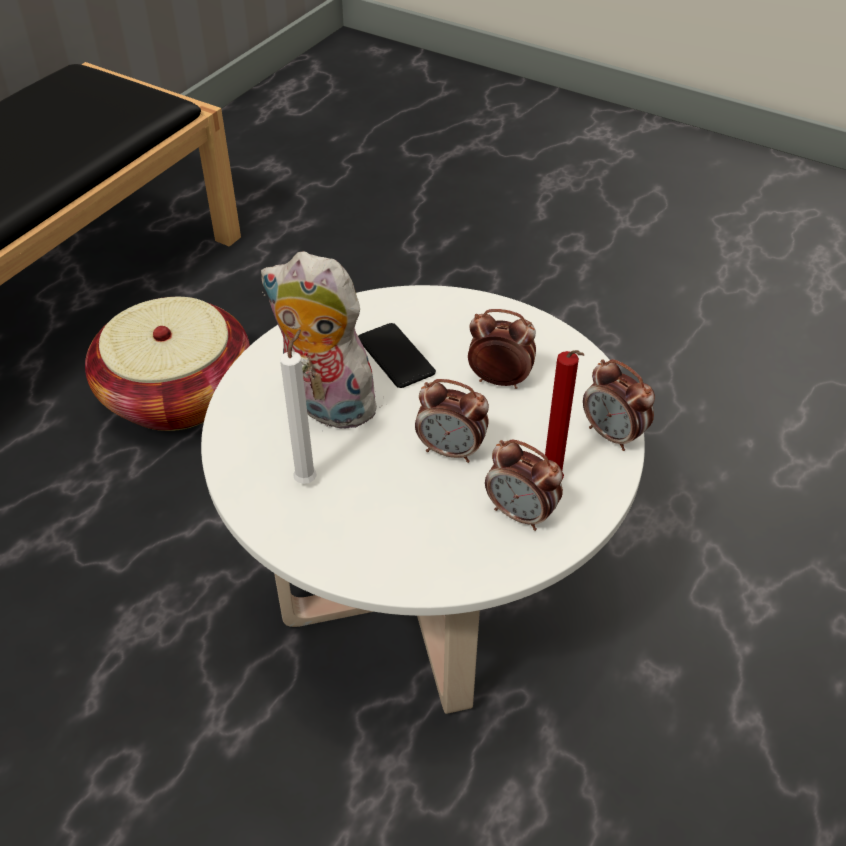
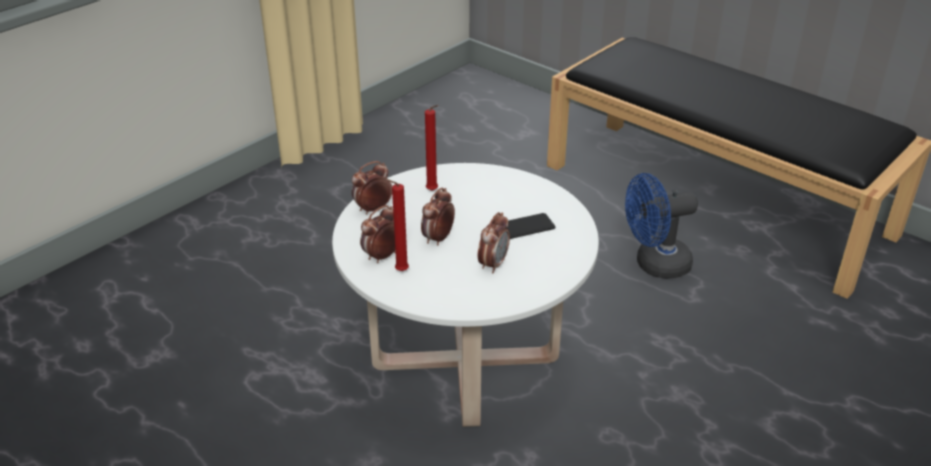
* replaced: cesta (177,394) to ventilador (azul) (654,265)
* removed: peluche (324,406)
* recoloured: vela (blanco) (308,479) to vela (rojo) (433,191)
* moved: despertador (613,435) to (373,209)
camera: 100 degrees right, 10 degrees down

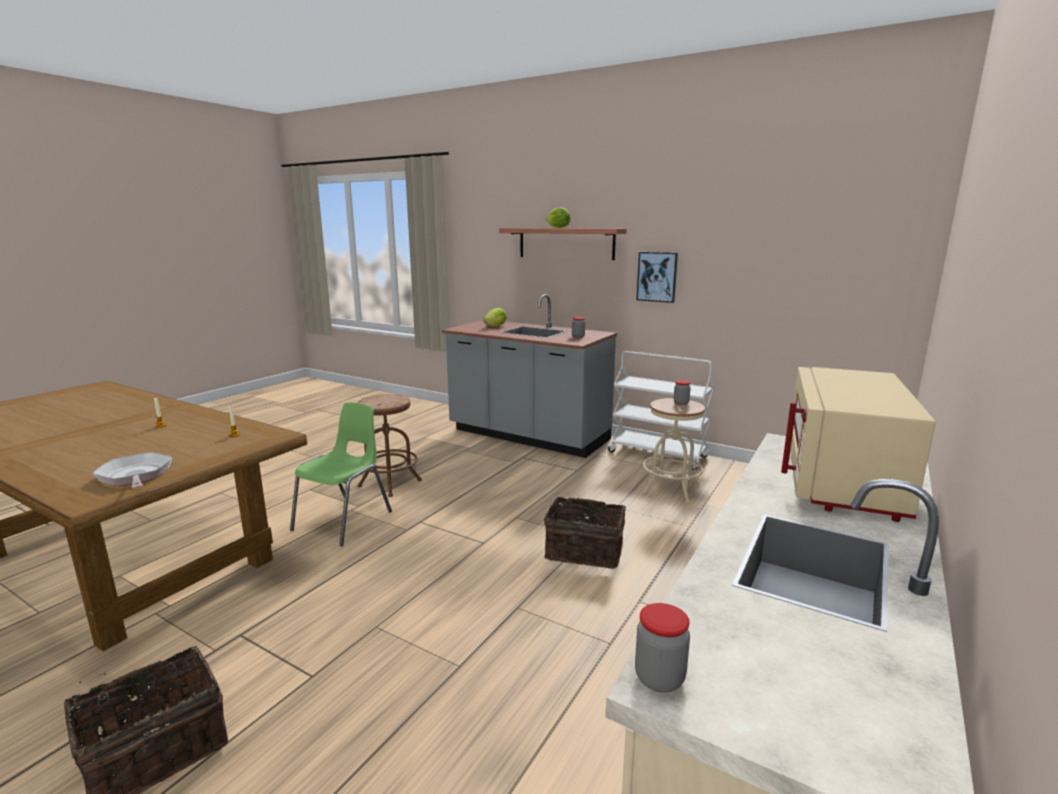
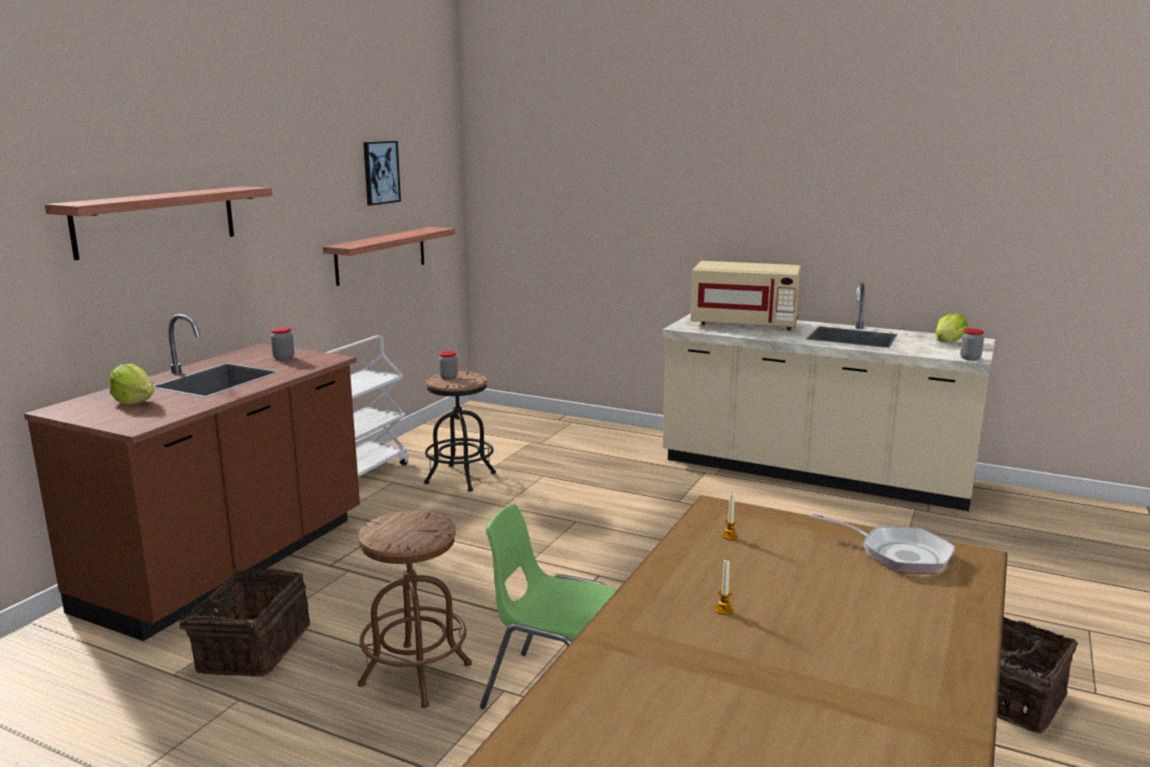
* turned: sartén (135,476) = (898,554) 105 degrees counterclockwise
* recoloured: mueble bajo de cocina (gris) (528,436) to mueble bajo de cocina (marrón) (229,564)
* moved: cesta (585,551) to (251,649)
* moved: lechuga (557,228) to (949,342)
* moved: cuadro (657,276) to (380,172)
* recoloured: taburete (beis) (671,490) to taburete (negro) (460,478)
* added: estante (381,255)
camera: 95 degrees left, 0 degrees up

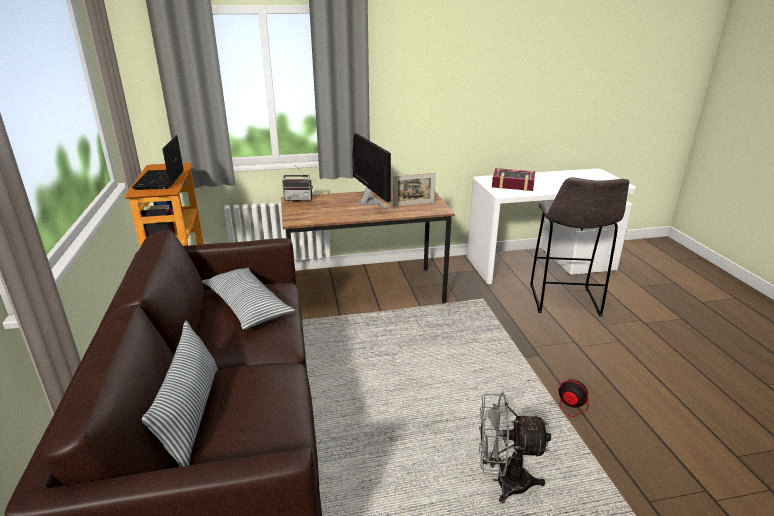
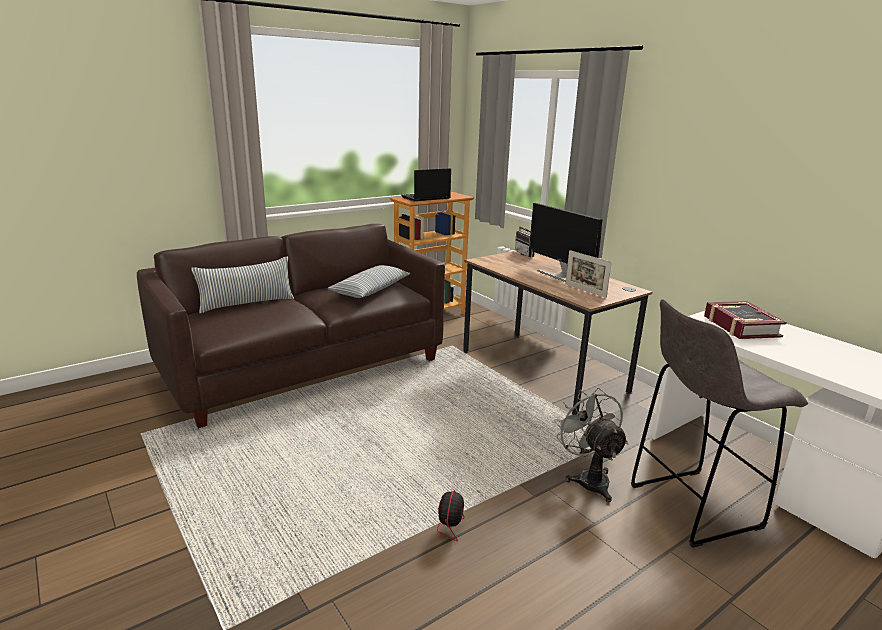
* turned: monitor (370,203) = (559,275) 105 degrees clockwise
* moved: ventilador (gris) (503,481) to (588,478)
camera: 65 degrees right, 5 degrees down

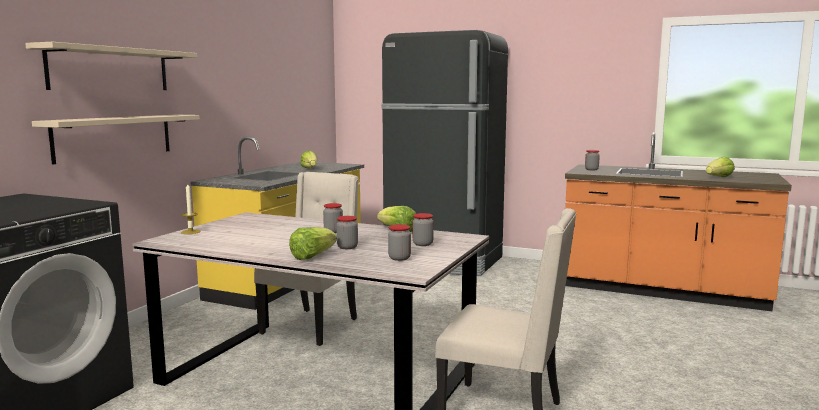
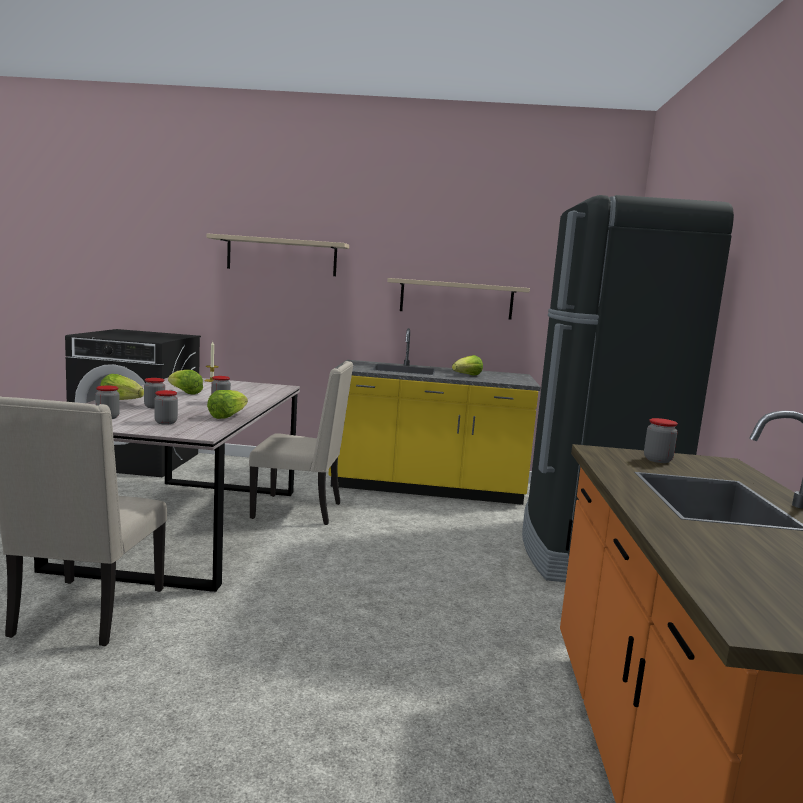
* moved: estante (beis) (114,137) to (456,299)
* moved: lechuga (718,177) to (185,392)
camera: 70 degrees right, 0 degrees up

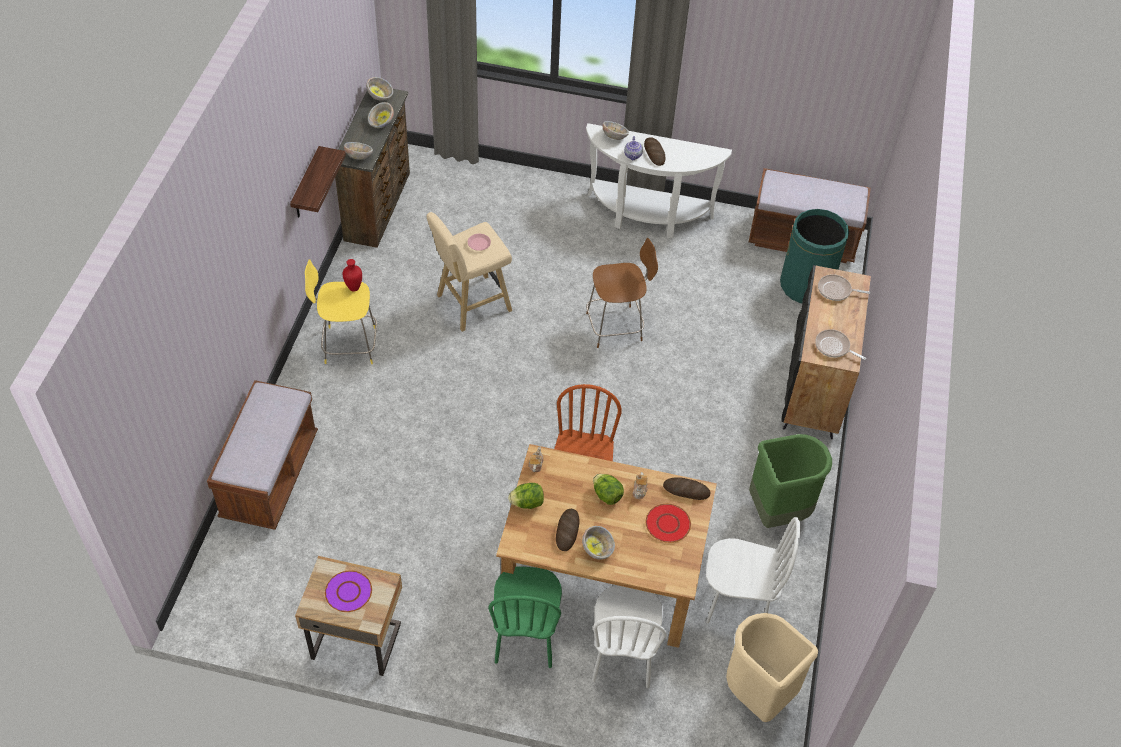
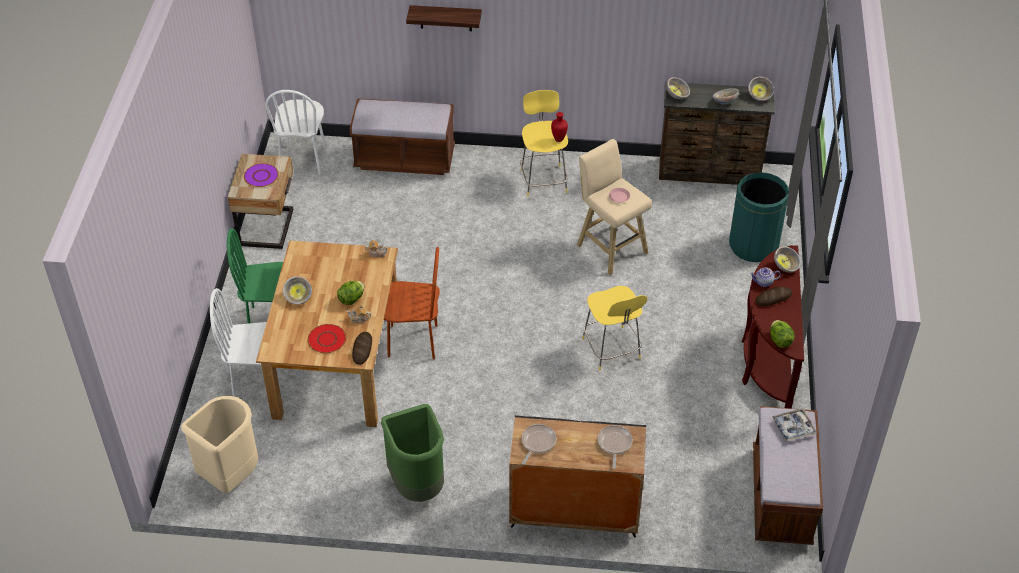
* moved: estante (306,185) to (445,18)
* moved: lechuga (527,503) to (780,340)
* removed: pan (567,531)
* recoloured: mesa consola (blanco) (647,216) to mesa consola (marrón) (767,362)
* recoloured: taburete (marrón) (616,326) to taburete (amarillo) (612,350)
* moved: silla (blanco) (737,605) to (303,159)
* moved: papelera (verde) (806,286) to (753,245)
* added: bandeja (793,428)
camera: 85 degrees right, 5 degrees down

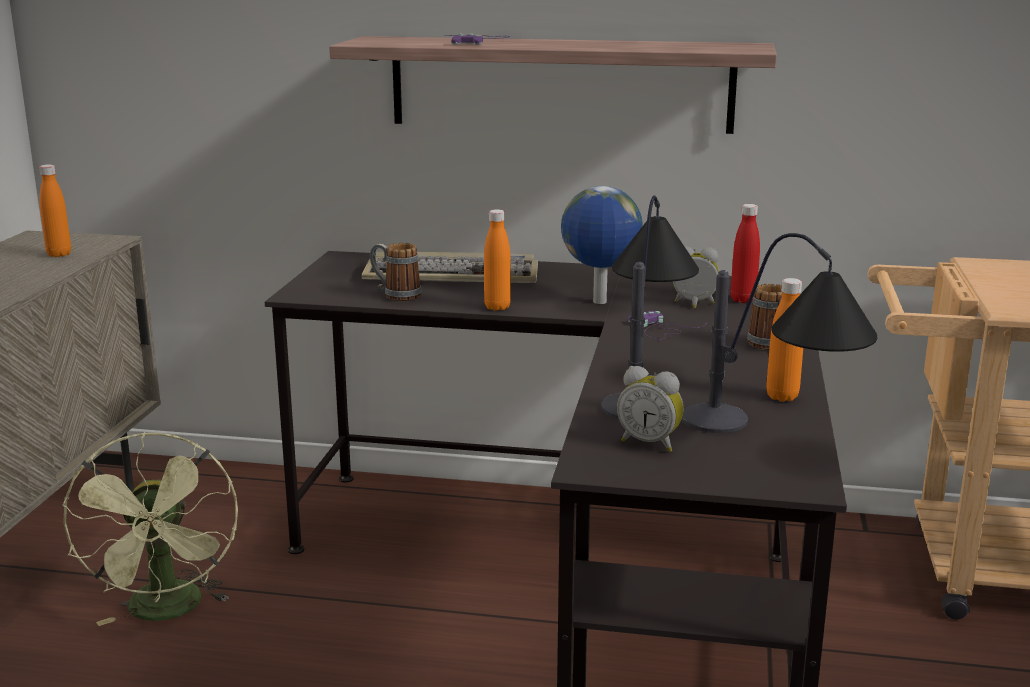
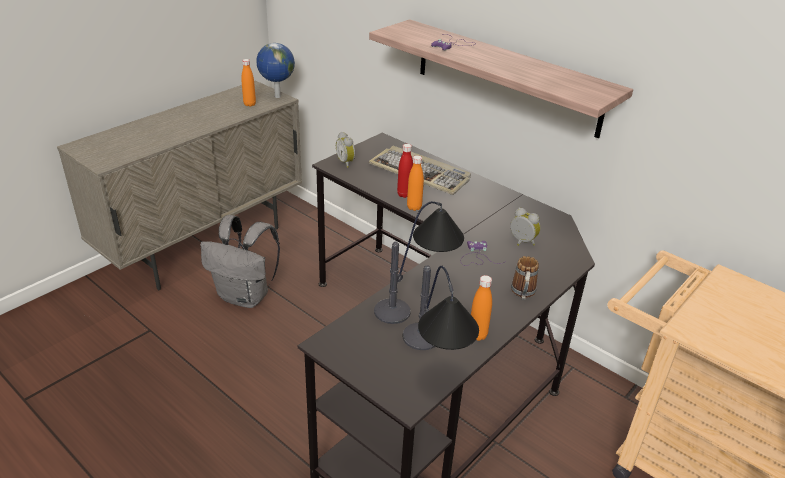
* replaced: ventilador (verde) (168,612) to mochila (gris) (246,296)
* removed: taza grande (395,295)
* moved: globo terráqueo (599,302) to (277,97)
* moved: despertador (650,443) to (346,162)
* moved: botella (rojo) (743,300) to (404,194)
camera: 30 degrees right, 15 degrees up

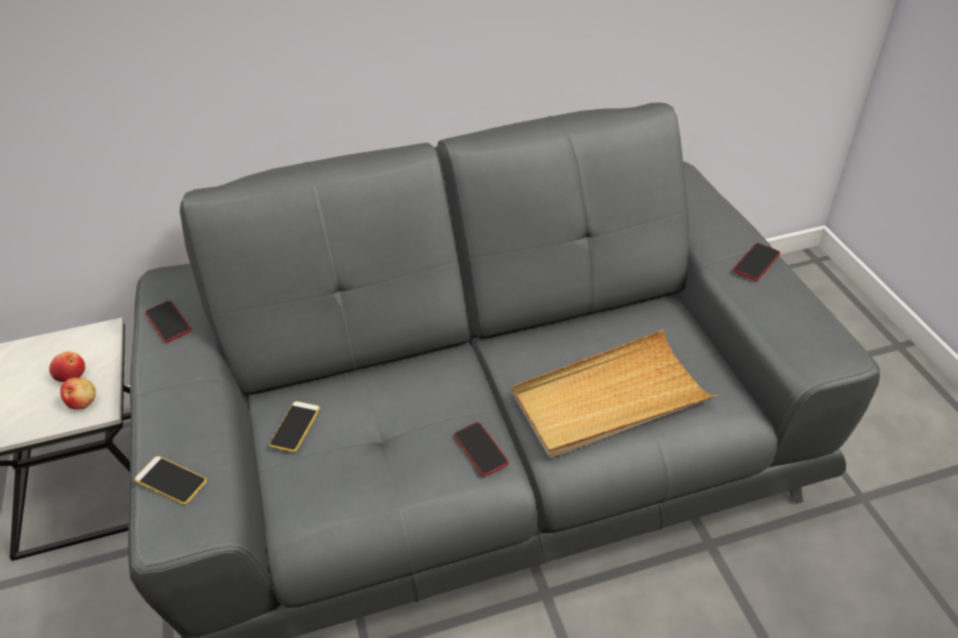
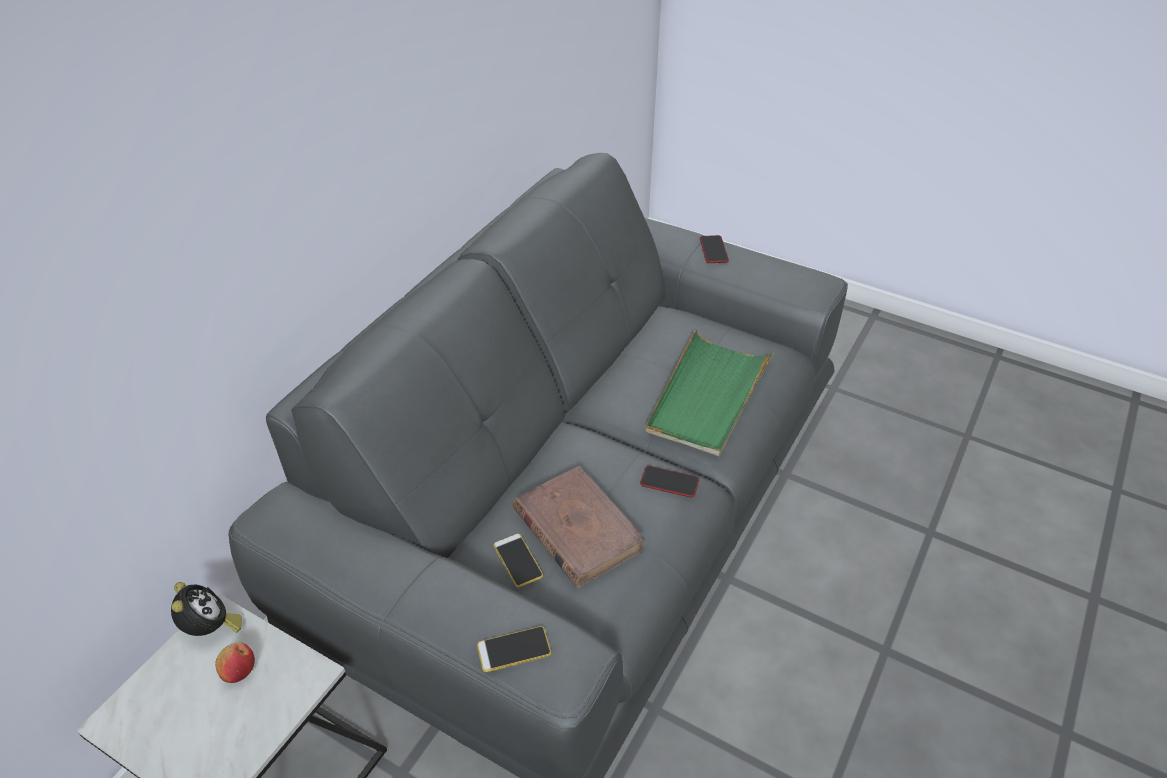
* removed: manzana (83,401)
* removed: móvil (168,322)
* recoloured: bandeja (beis) (609,399) to bandeja (verde) (708,396)
* added: despertador (211,629)
* added: libro (marrón) (577,529)
camera: 45 degrees left, 0 degrees up

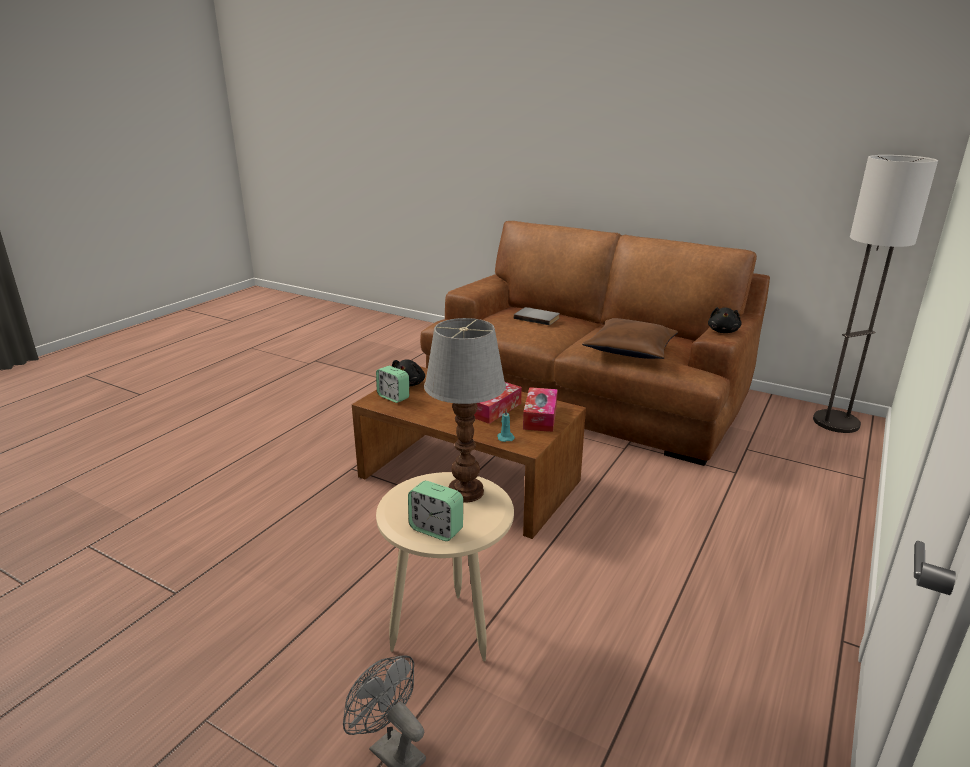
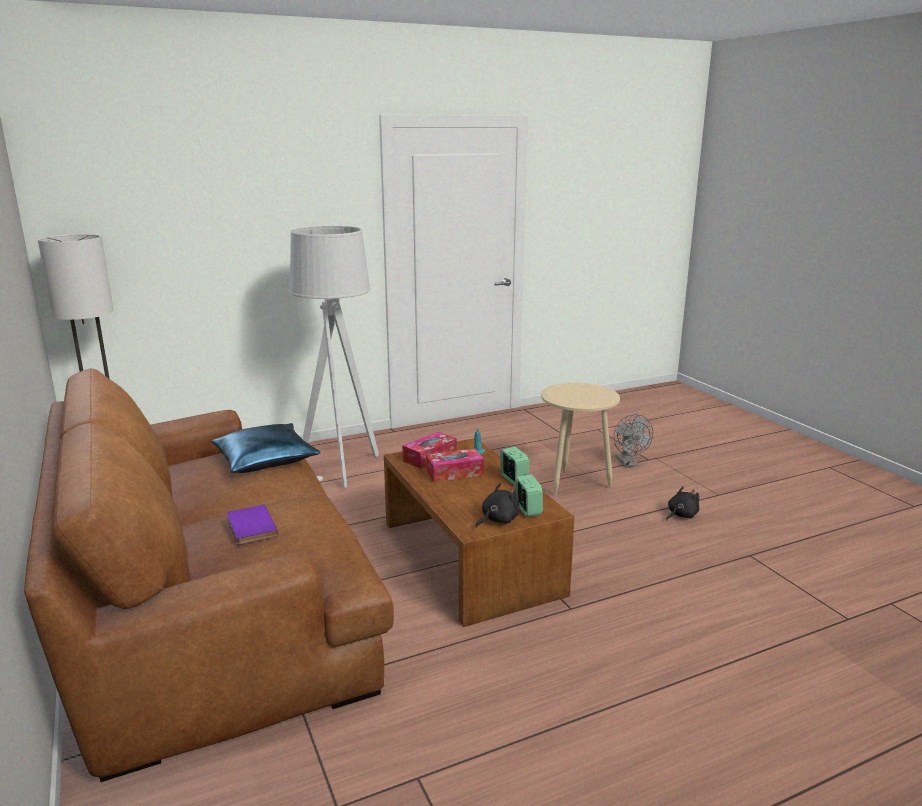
* moved: despertador (436,529) to (514,479)
* removed: lámpara de mesa (467,491)
* recoloured: libro (gris) (537,317) to libro (morado) (249,527)
* recoloured: cojín (marrón) (631,349) to cojín (azul) (265,459)
* moved: peluche (negro) (723,331) to (681,515)
* added: lámpara de pie (gris) (340,468)
camera: 145 degrees left, 5 degrees down

